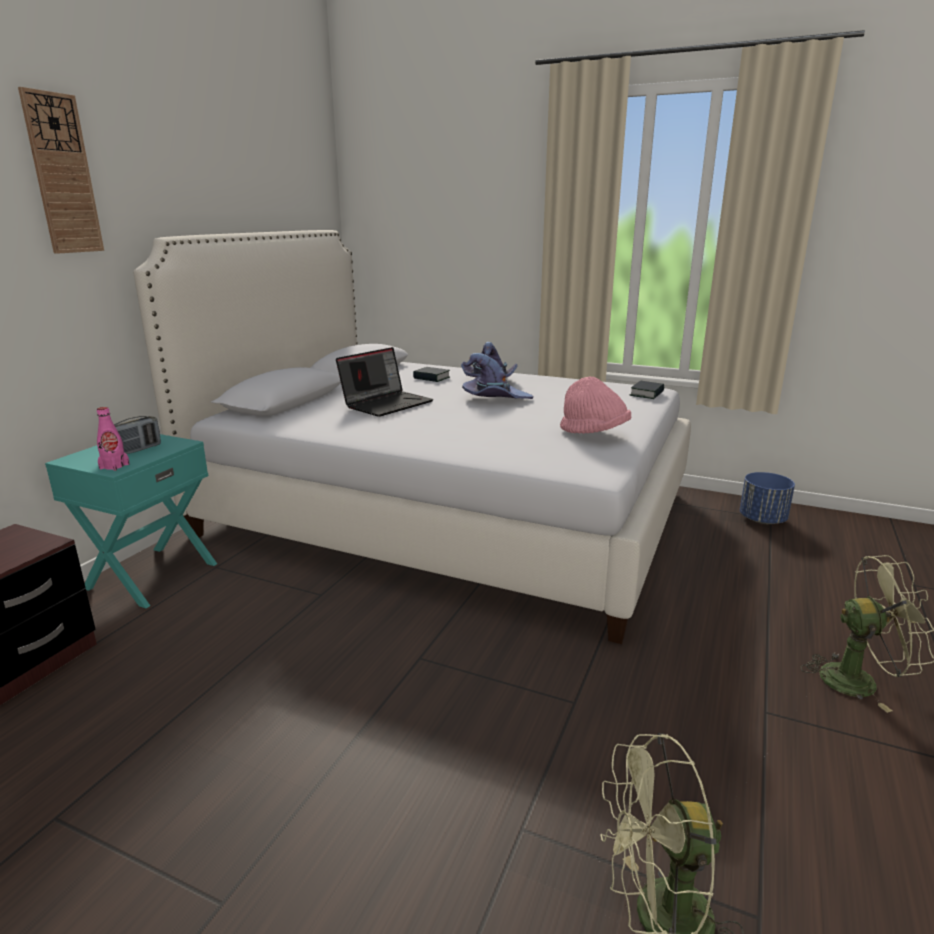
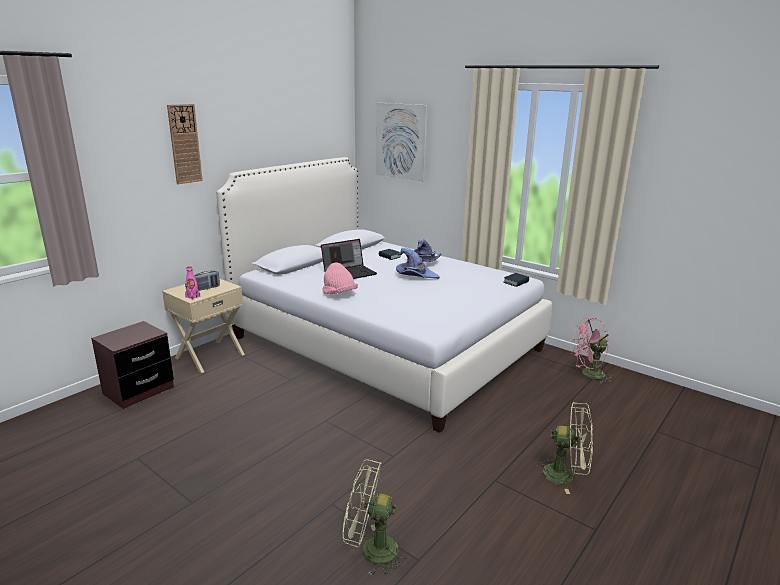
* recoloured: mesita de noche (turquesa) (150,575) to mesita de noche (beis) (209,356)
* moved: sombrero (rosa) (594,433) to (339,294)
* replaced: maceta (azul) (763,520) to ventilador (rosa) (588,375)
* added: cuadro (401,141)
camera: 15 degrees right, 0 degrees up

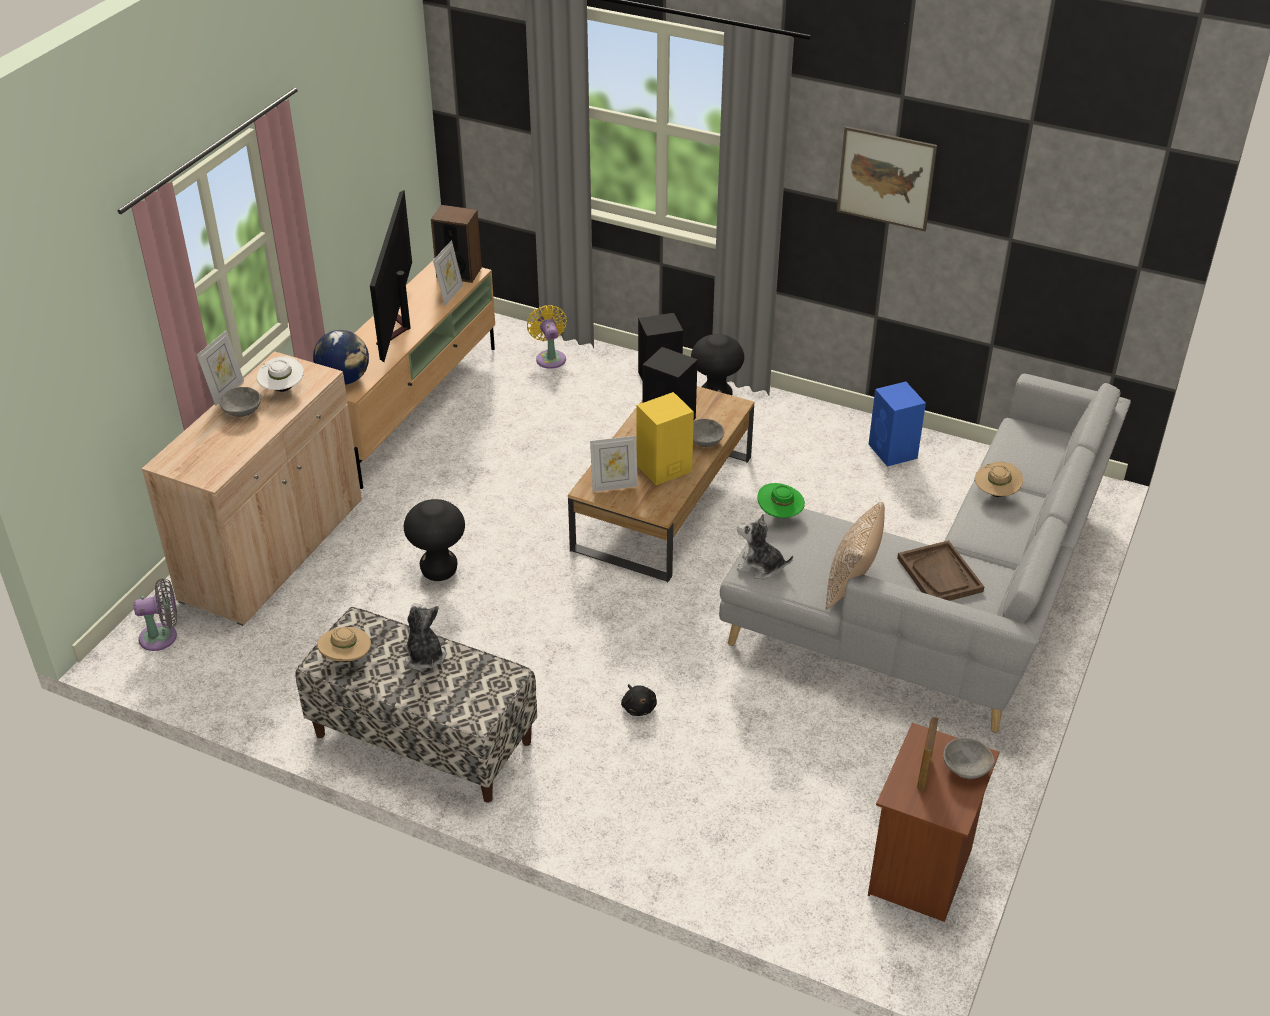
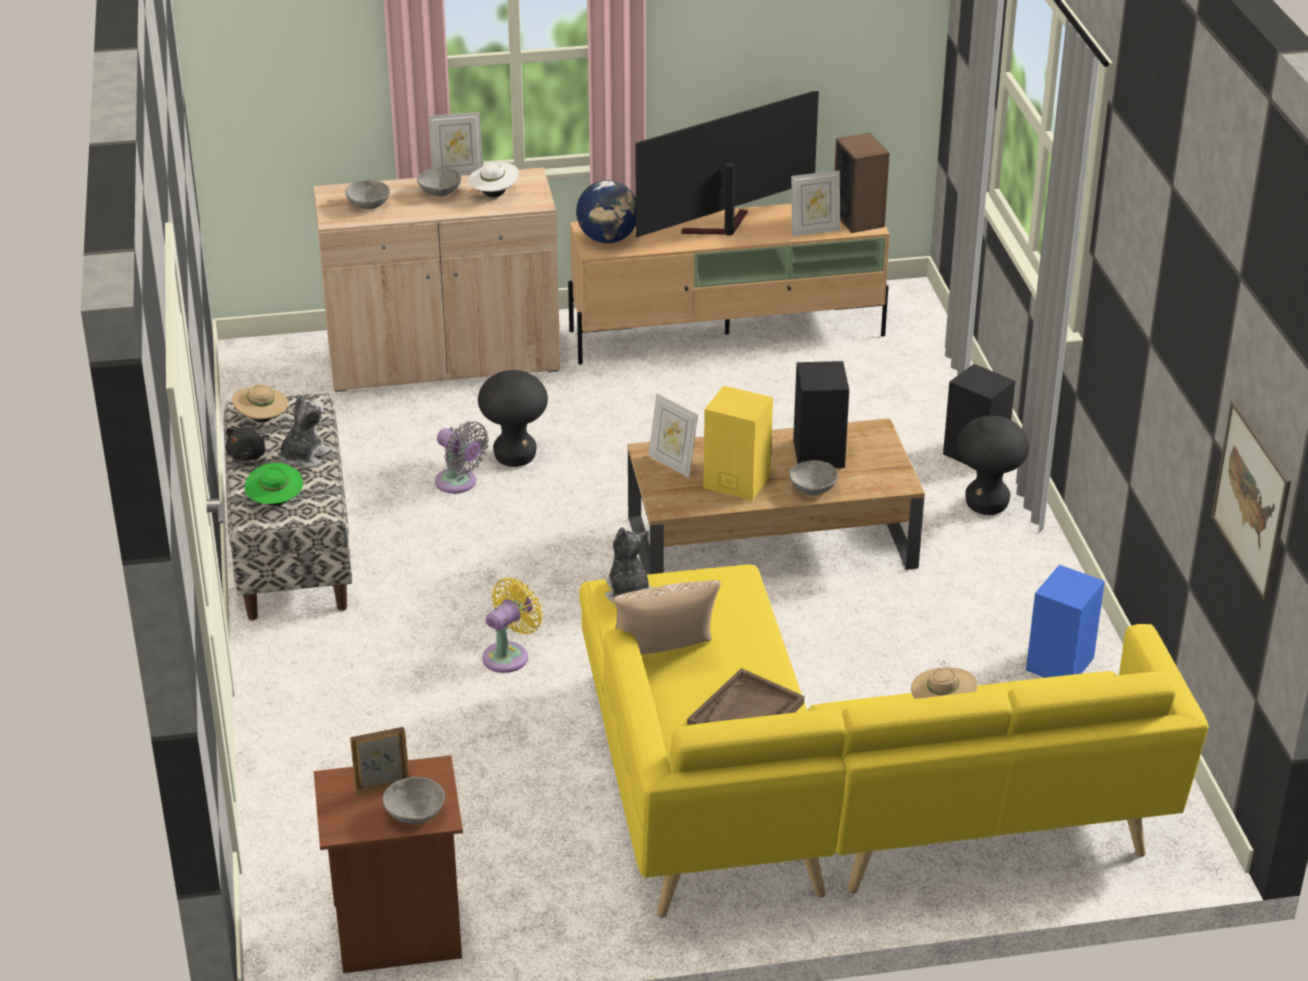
* moved: ventilador (gris) (162,637) to (459,483)
* moved: ventilador (amarillo) (550,357) to (509,655)
* moved: peluche (negro) (638,707) to (248,455)
* recoloured: sofá (gris) (944,607) to sofá (amarillo) (825,804)
* moved: sombrero (verde) (779,514) to (275,503)
* moved: cuadro (886,178) to (1251,499)
* added: cuenco (gris) (368,205)
camera: 55 degrees right, 5 degrees down

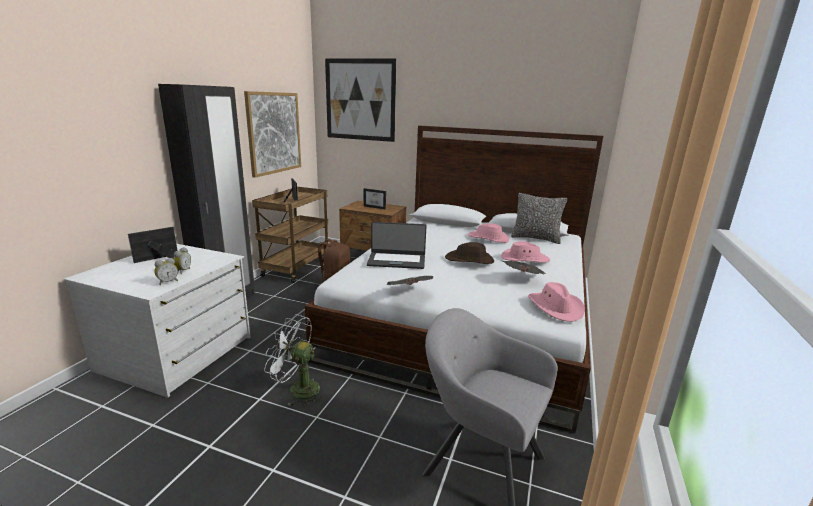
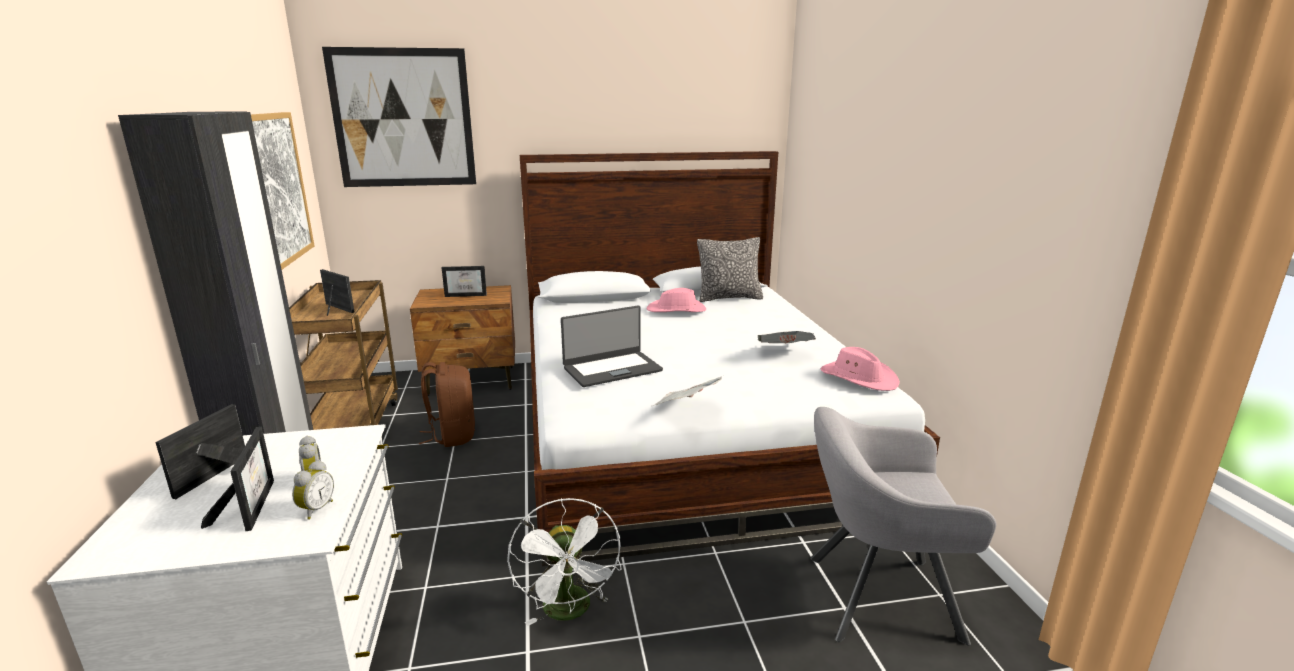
* turned: ventilador (blanco) (297,389) = (570,612) 90 degrees counterclockwise
* removed: sombrero (marrón) (469,260)
* removed: sombrero (rosa) (524,259)
* added: portarretratos (251,505)
camera: 30 degrees left, 0 degrees up

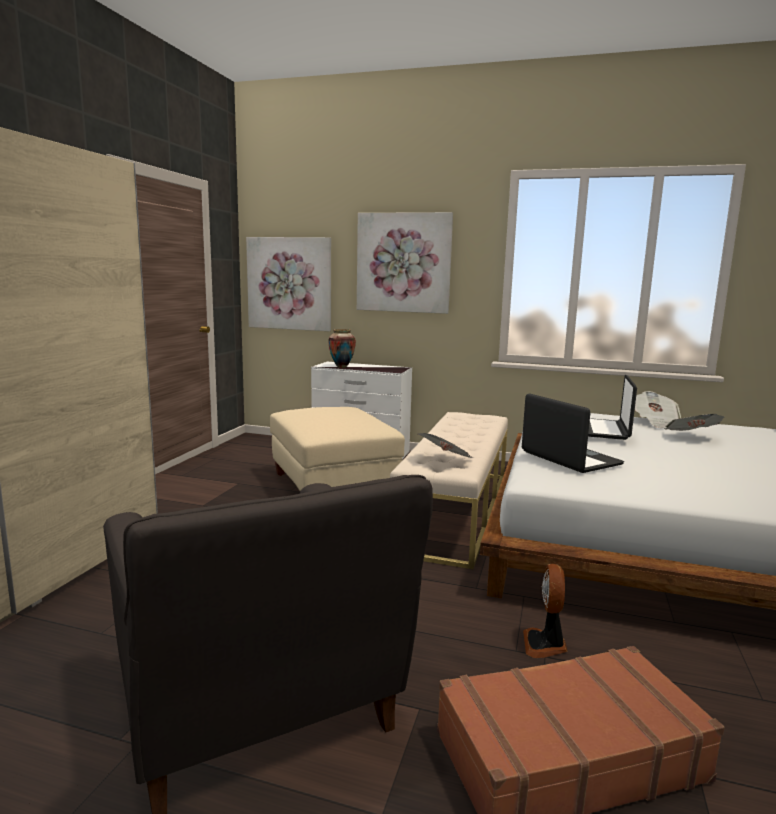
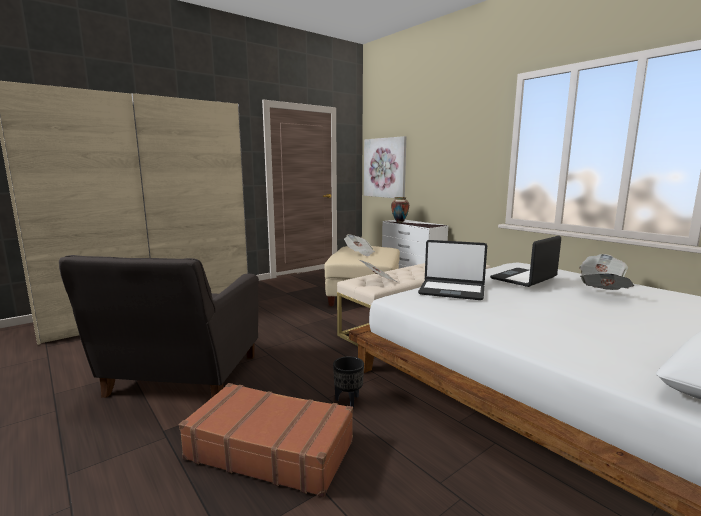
* removed: cuadro (403,263)
* turned: portátil (569,459) = (452,291) 105 degrees clockwise
* replaced: ventilador (545,645) to maceta (negro) (348,401)
* added: periódico (359,253)
camera: 35 degrees right, 0 degrees up

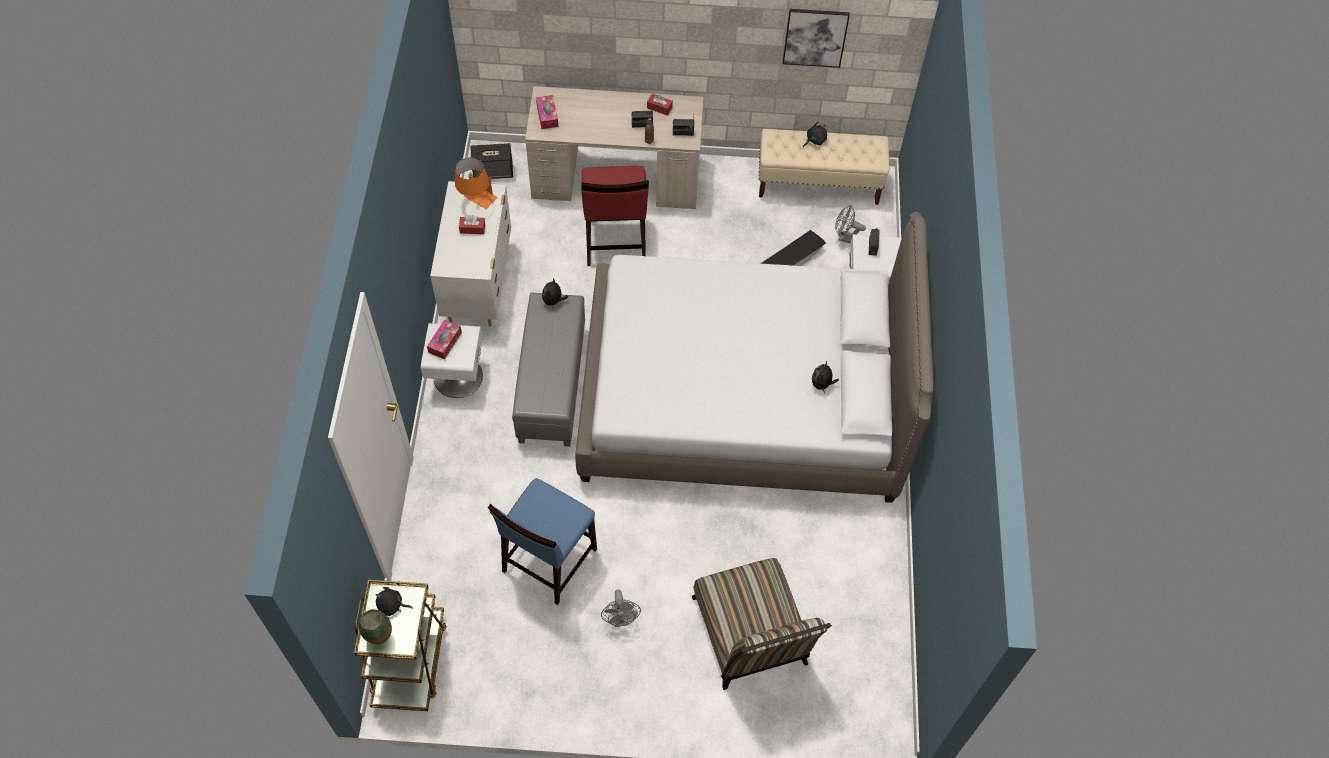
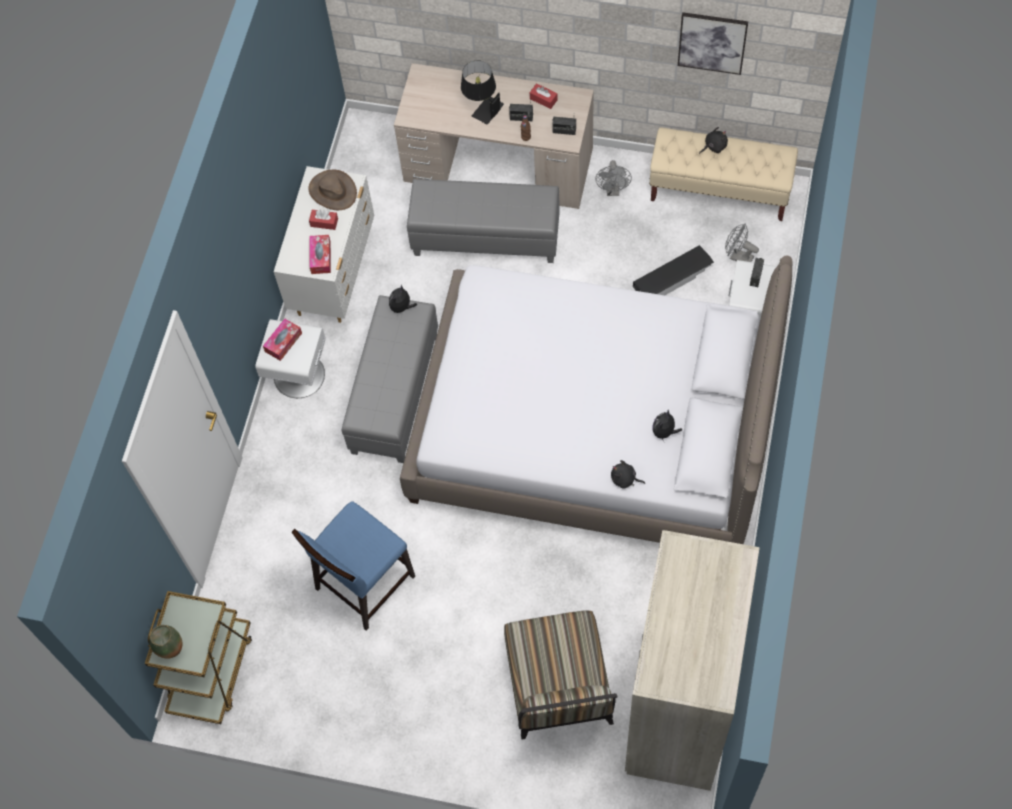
* moved: peluche (negro) (392,605) to (625,479)
* replaced: lámpara de mesa (naranja) (476,201) to sombrero (marrón) (332,191)
* removed: altavoz (493,171)
* moved: caja de pañuelos (547,115) to (321,257)
* replaced: silla (rojo) (614,241) to puf (gris) (485,238)
* moved: ventilador (gris) (621,619) to (613,190)
* added: lámpara de mesa (negro) (481,107)
* added: armario ropero (beis) (678,709)
camera: 15 degrees right, 5 degrees up

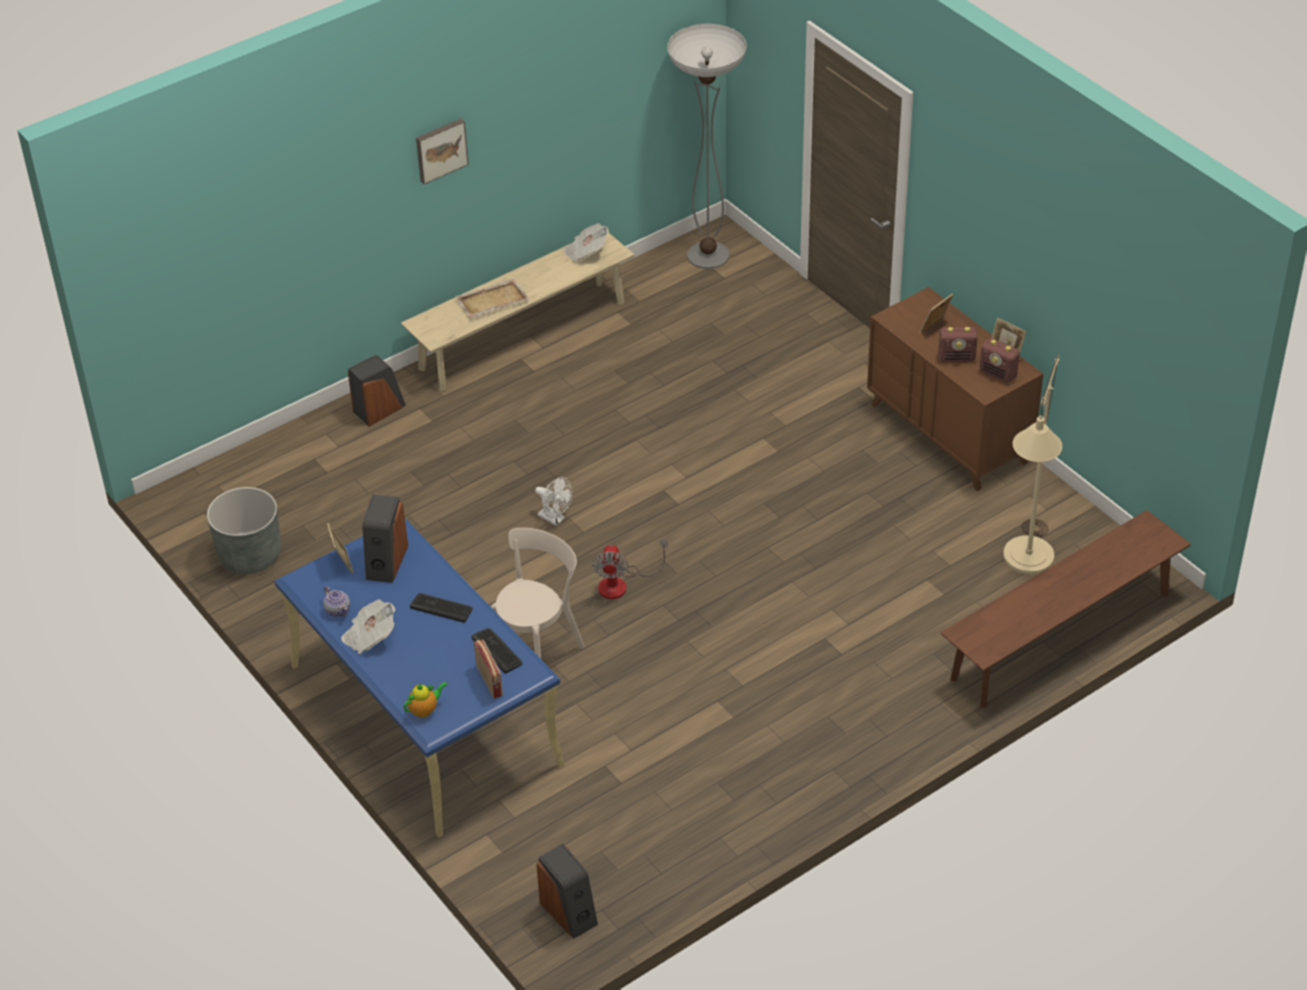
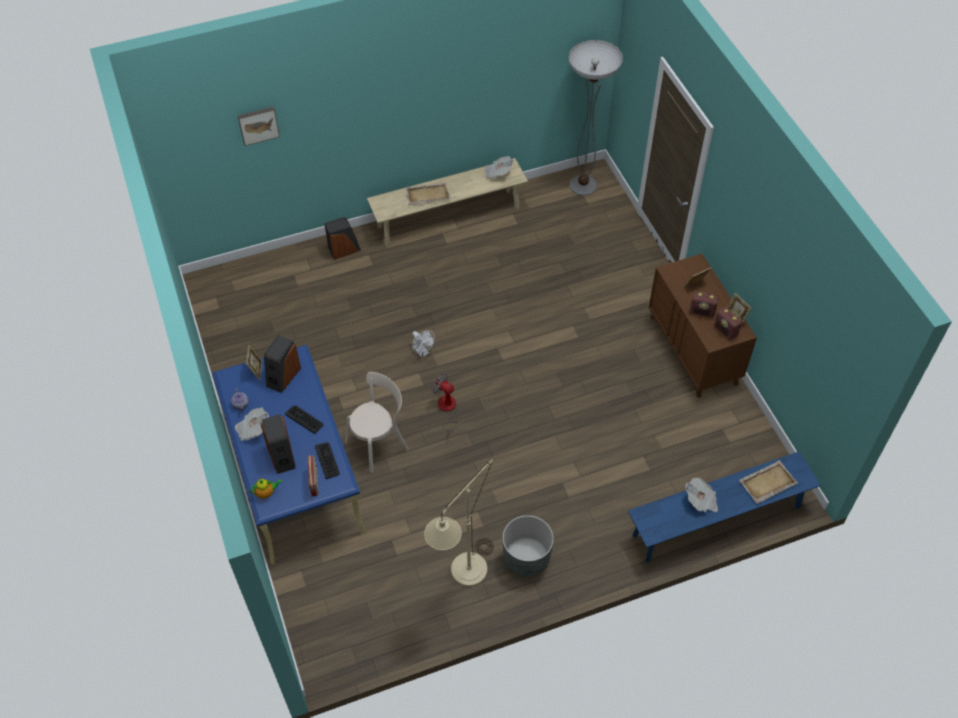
* moved: maceta (gris) (250,555) to (526,558)
* moved: cuadro (440,149) to (258,125)
* moved: altavoz (569,912) to (282,456)
* turned: ventilador (621,584) = (447,410) 105 degrees clockwise
* recoloured: banco (marrón) (1060,636) to banco (azul) (717,521)
* moved: lámpara de pie (beis) (1026,566) to (463,578)
* added: periódico (701,501)
* added: bandeja (beis) (767,483)
camera: 15 degrees right, 10 degrees up

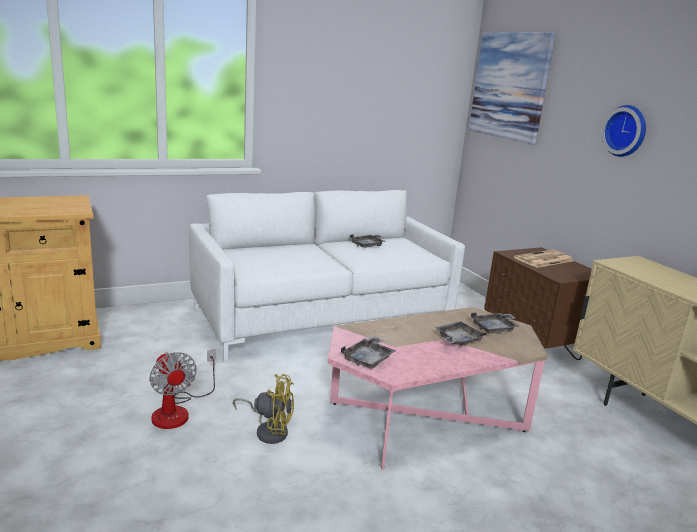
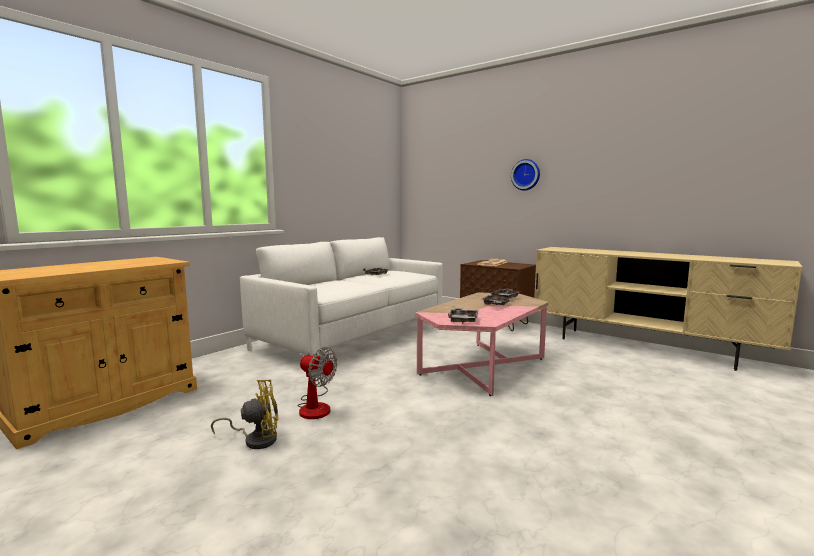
* moved: ventilador (amarillo) (269,430) to (256,439)
* removed: cuadro (509,86)
camera: 25 degrees left, 10 degrees down

